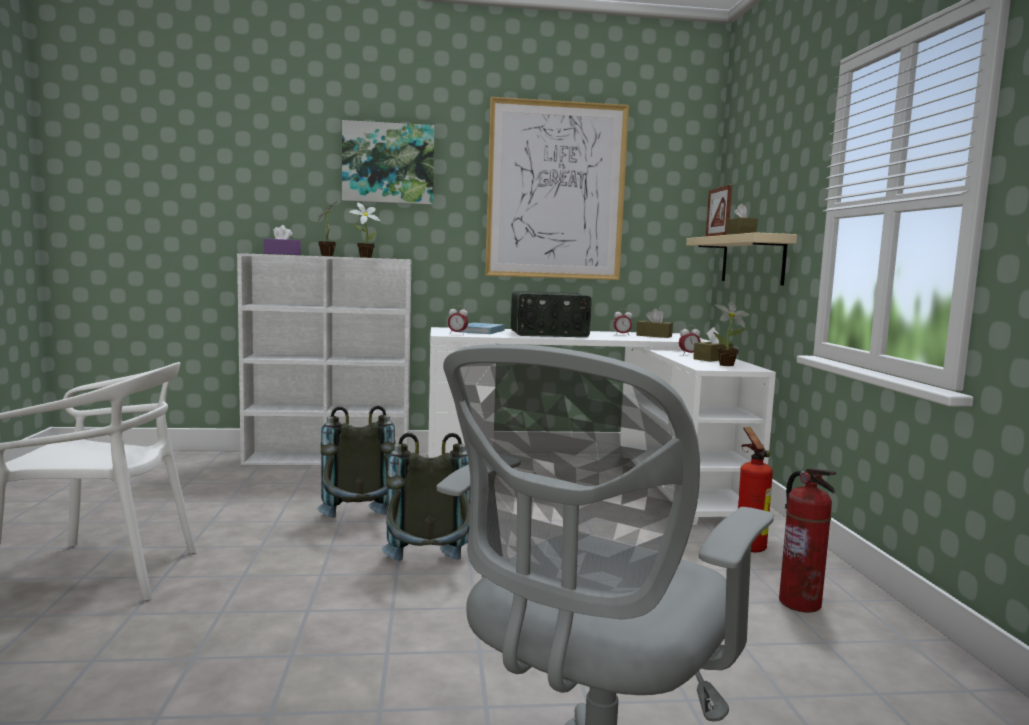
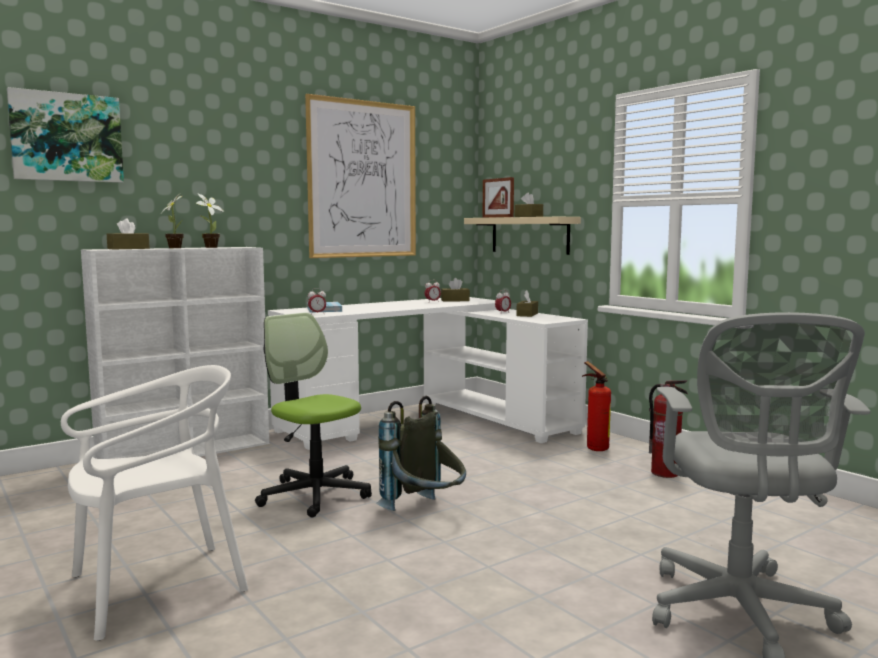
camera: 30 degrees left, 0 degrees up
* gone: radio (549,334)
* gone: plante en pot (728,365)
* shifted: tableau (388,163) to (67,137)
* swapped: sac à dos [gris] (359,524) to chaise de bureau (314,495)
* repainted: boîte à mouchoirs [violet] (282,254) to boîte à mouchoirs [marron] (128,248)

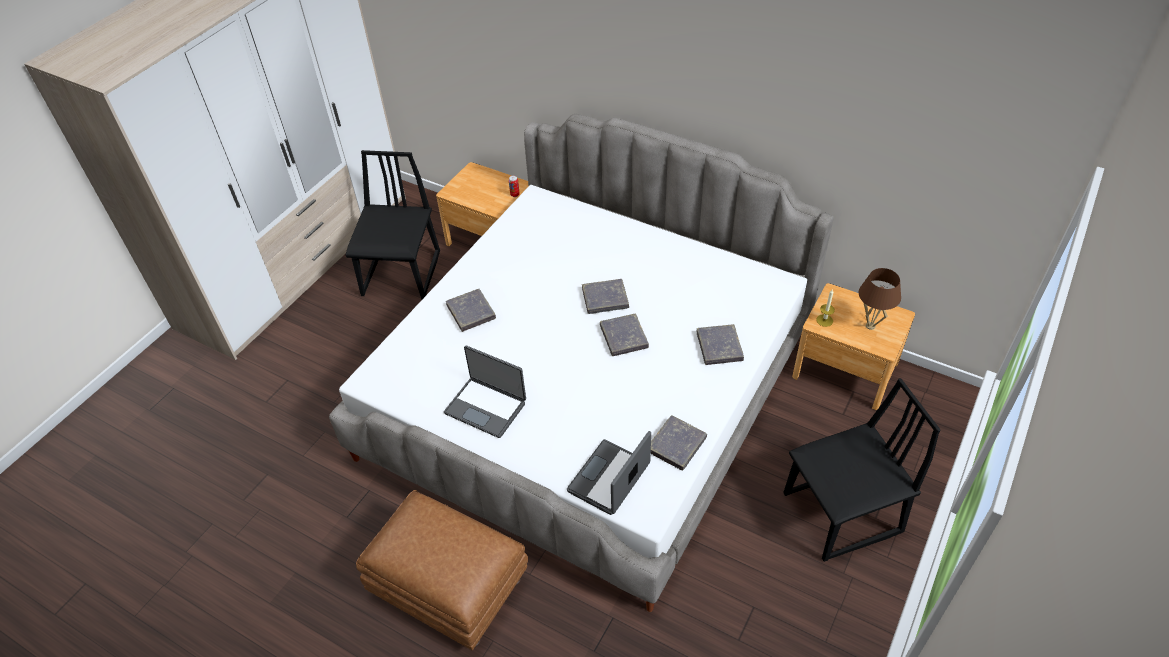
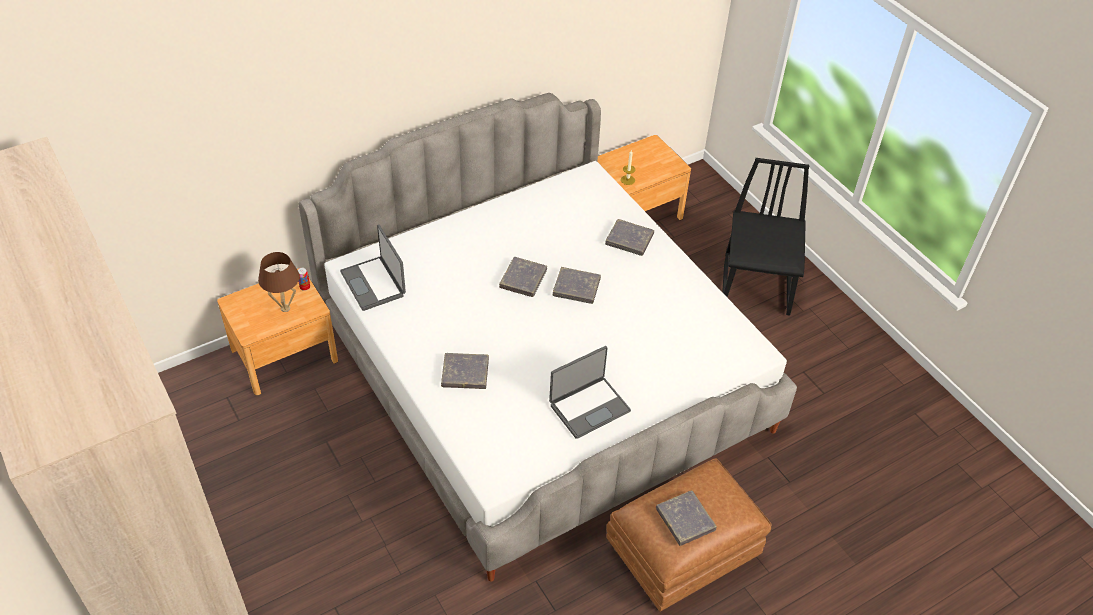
camera: 65 degrees left, 0 degrees up
* gone: chaise [noir] (402,274)
* shifted: ordinateur portable (610,479) to (374,284)
* shifted: livre [gris] (676,445) to (685,520)
* shifted: lampe de table [marron] (870,326) to (285,308)

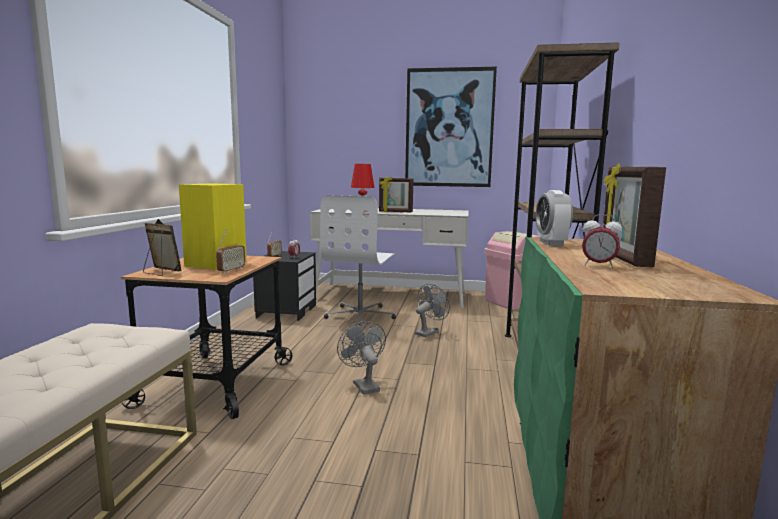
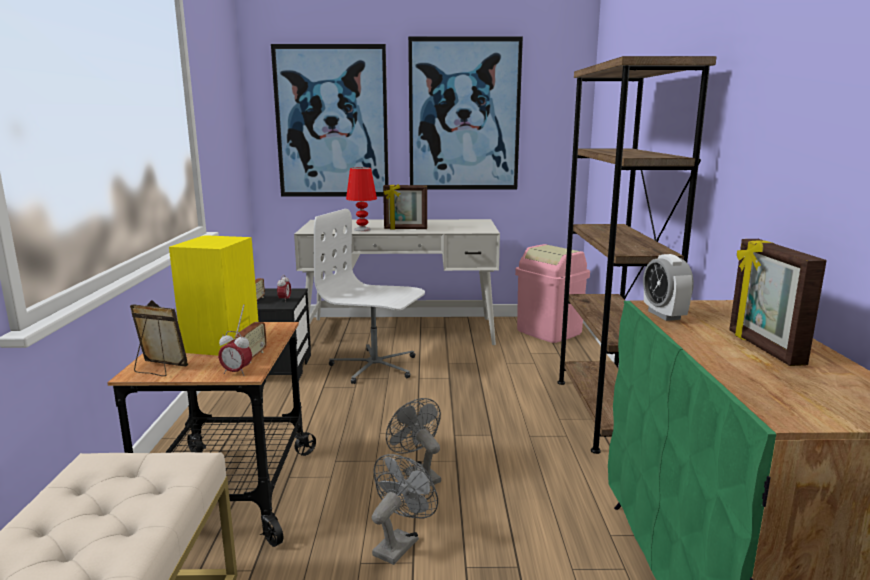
camera: 10 degrees left, 5 degrees up
* new: tableau (332,122)
* shifted: ventilateur [gris] (429,332) to (399,543)
* shifted: réveil (598,265) to (236,372)
* rotated: chaise de bureau [blanc] (361,315) = (374,366) 105 degrees clockwise

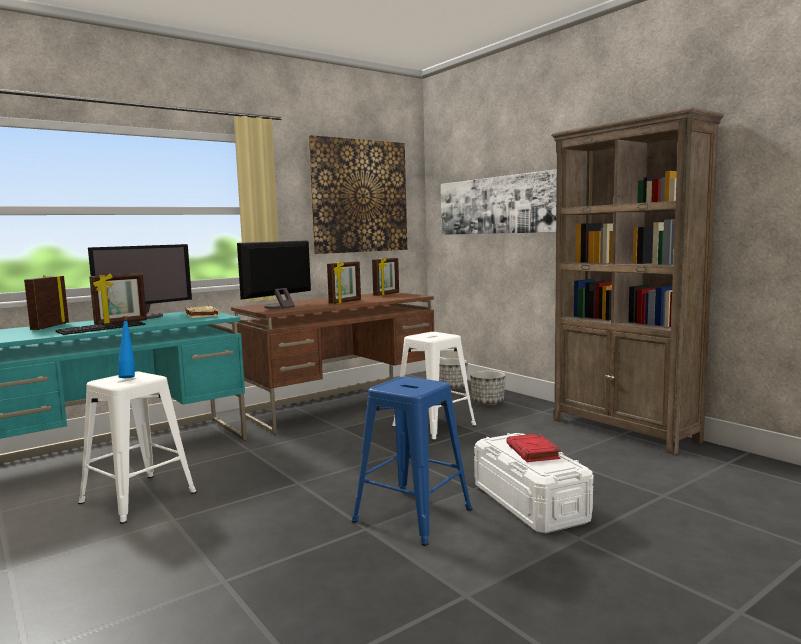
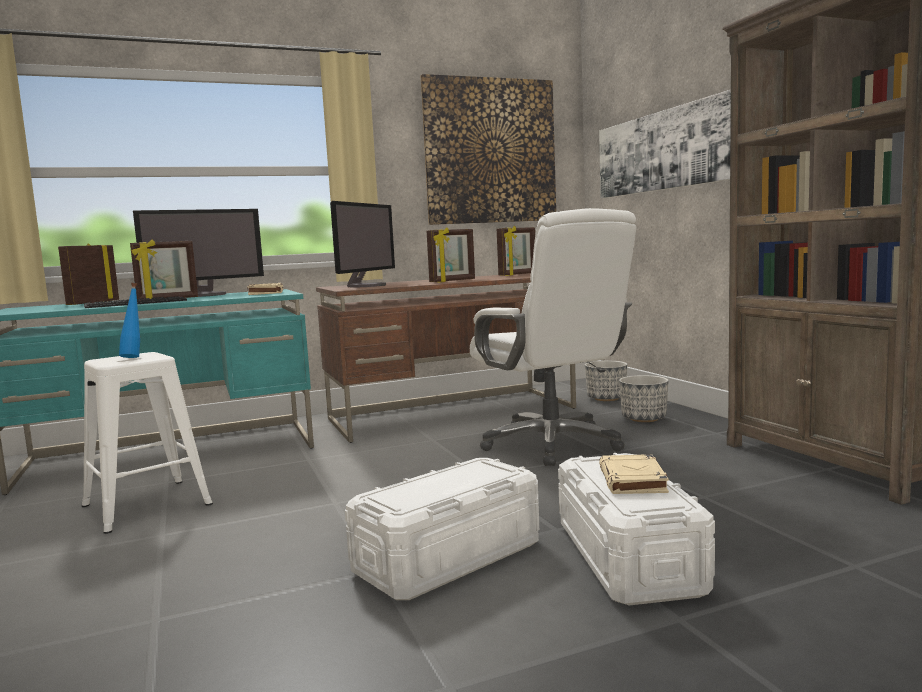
camera: 15 degrees right, 0 degrees up
* swapped: tabouret [bleu] (411,515) to boîte de rangement [blanc] (448,557)
* swapped: tabouret [blanc] (434,426) to chaise de bureau [blanc] (553,444)
* repainted: livre [rouge] (533,452) to livre [beige] (633,480)
* rotated: écran d'ordinateur (279,307) = (367,286) 150 degrees clockwise

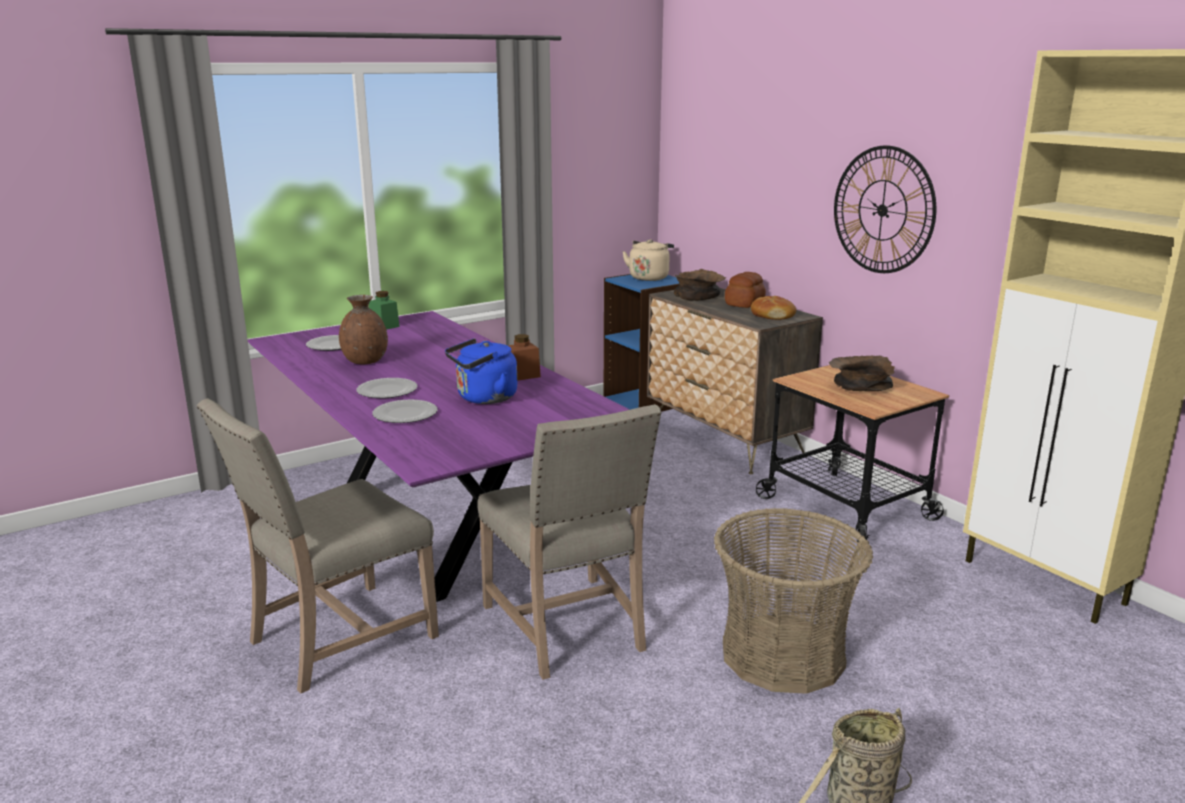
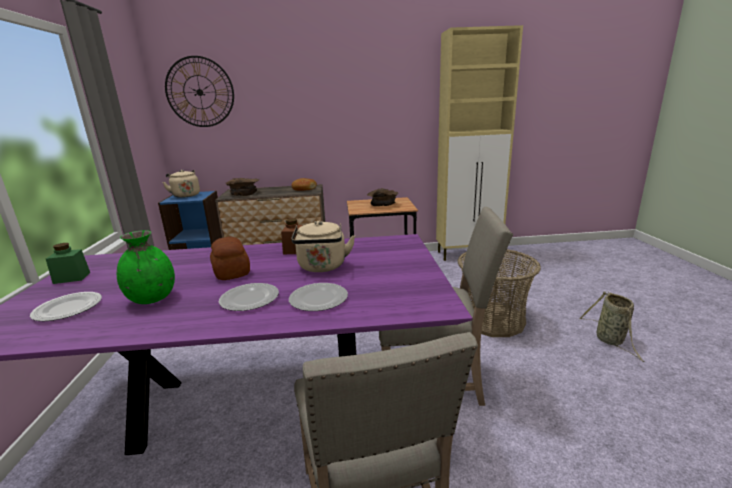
camera: 60 degrees left, 0 degrees up
* shifted: pain (745,303) to (232,271)
* shifted: horloge murale (882,210) to (200,92)
* repainted: vase [marron] (365,361) to vase [vert] (153,298)
* repainted: bouilloire [bleu] (483,398) to bouilloire [beige] (322,267)

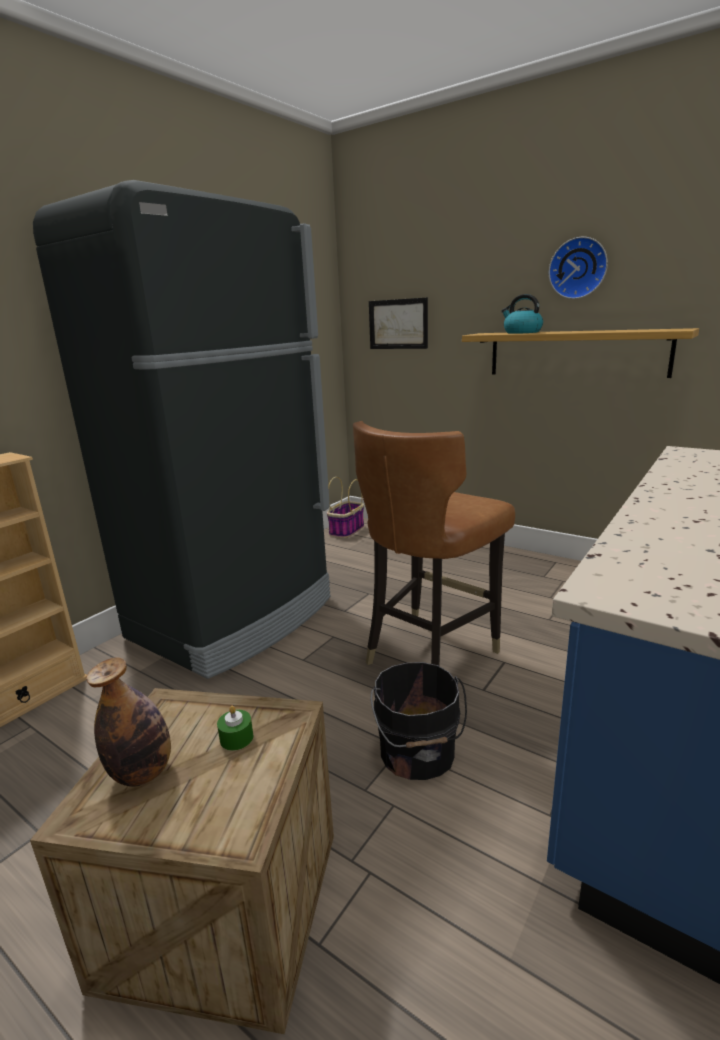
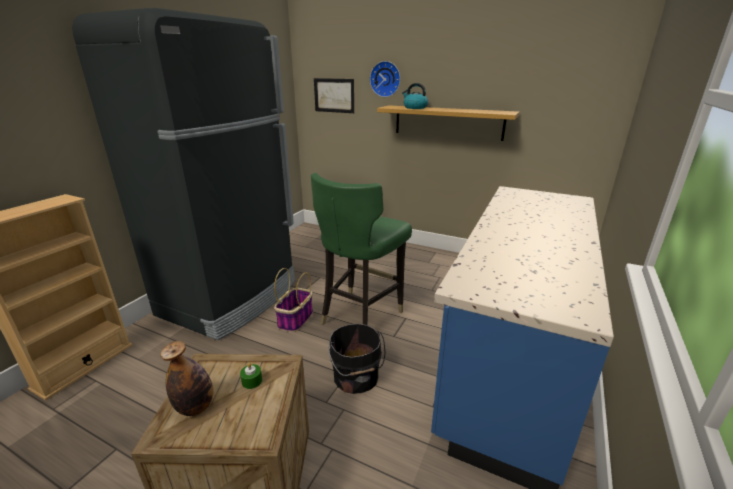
camera: 10 degrees left, 5 degrees up
* shifted: panier (346,531) to (295,320)
* shifted: horloge murale (578,268) to (386,79)
* repainted: chaise [marron] (430,653) to chaise [vert] (360,315)

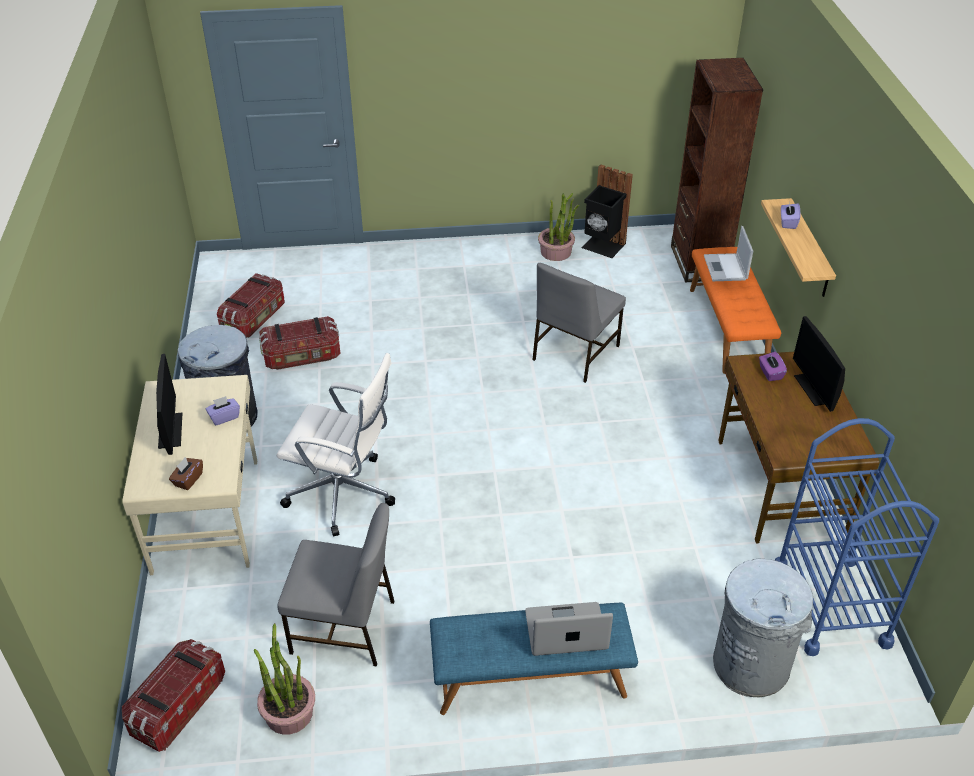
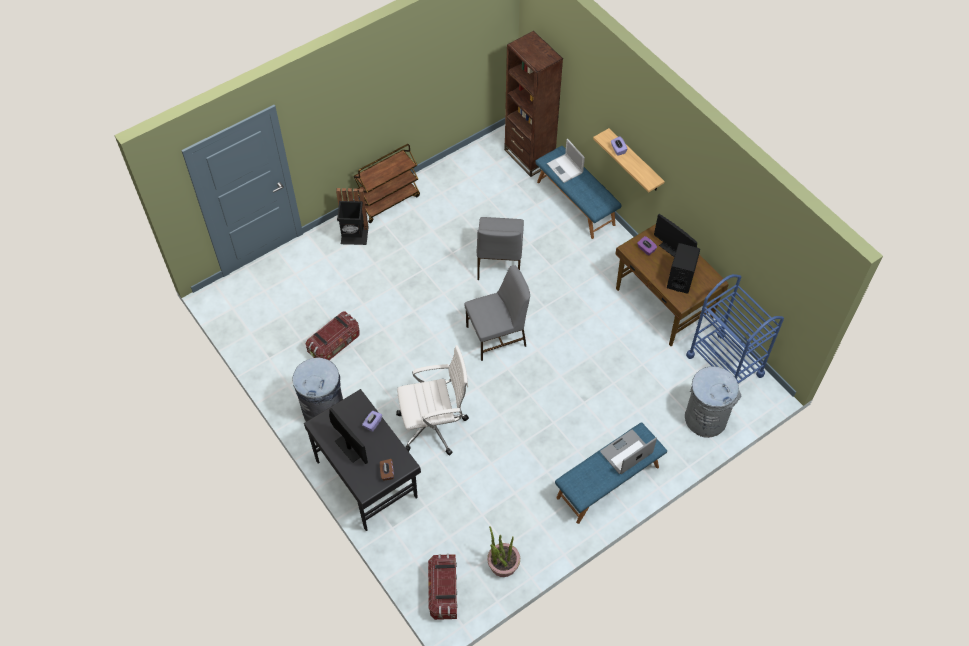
camera: 30 degrees left, 15 degrees up
* gone: boîte de rangement (255,319)
* gone: plante en pot (556,252)
* new: chariot [marron] (388,201)
* new: enceinte [noir] (680,279)
* shifted: chaise [gris] (345,628) to (497,336)
* shifted: poubelle [noir] (602,246) to (354,236)
* repainted: bureau [beige] (208,514) to bureau [noir] (367,478)
* repainted: banc [orange] (728,328) to banc [bleu] (576,203)

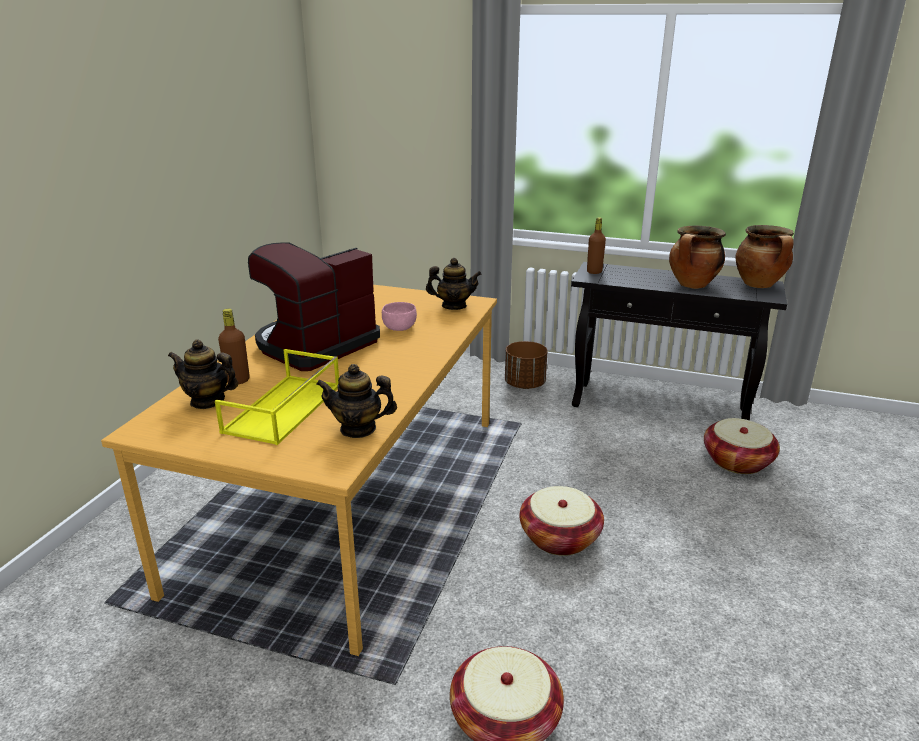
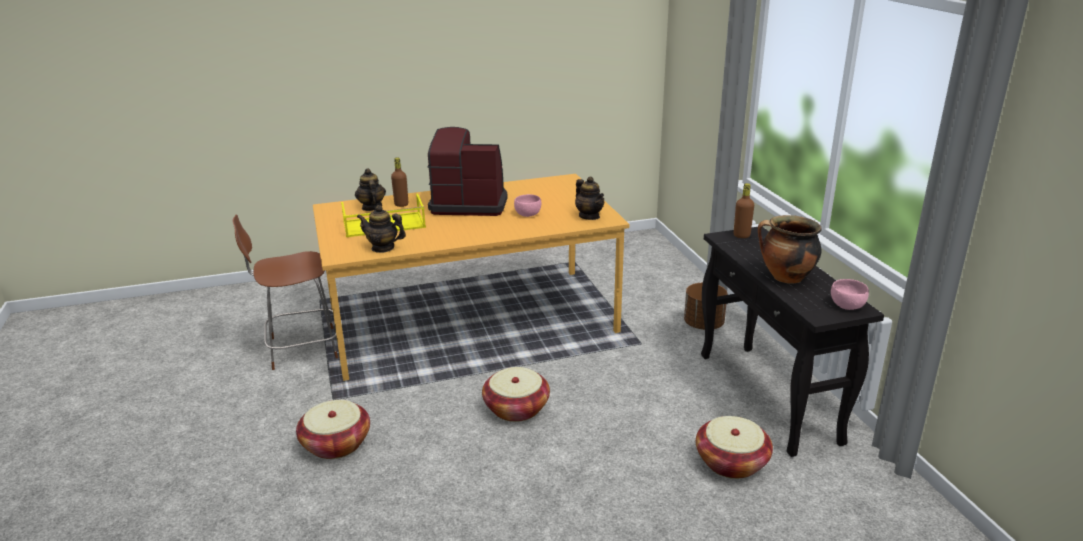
camera: 55 degrees right, 0 degrees up
* new: chaise [marron] (300,349)
* swapped: marmite (759,285) to bol [rose] (847,305)
* rotated: théière (358,429) = (383,248) 45 degrees counterclockwise

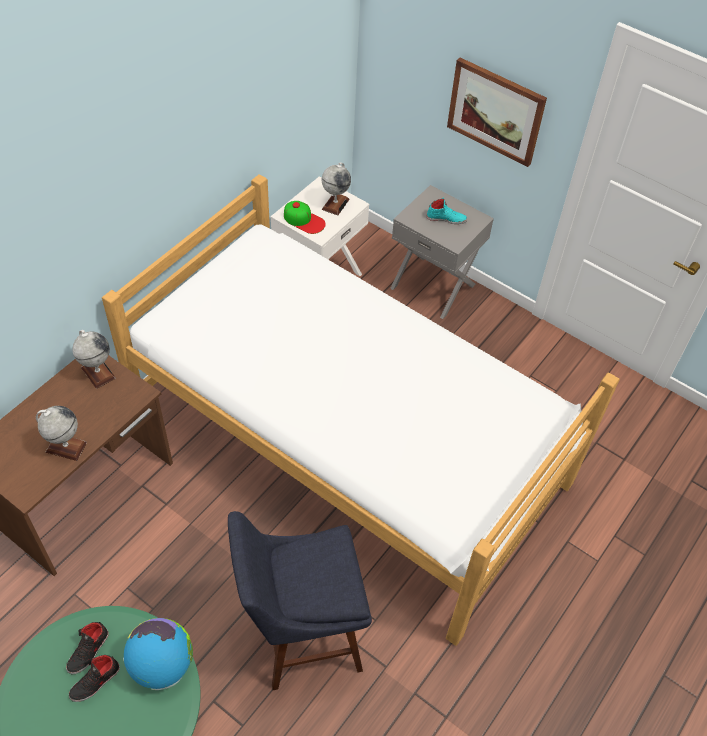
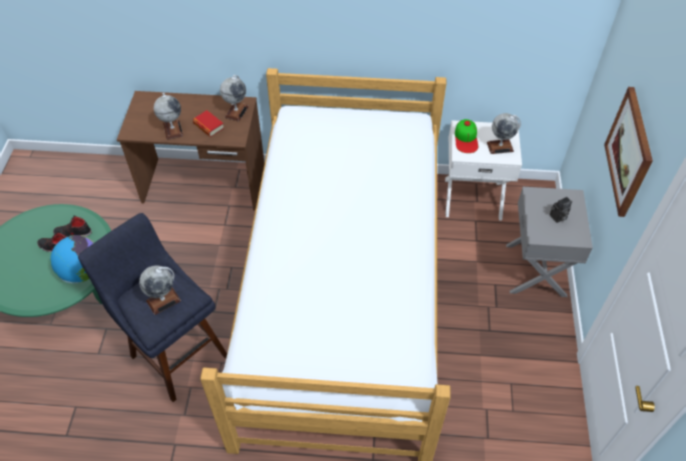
camera: 60 degrees right, 0 degrees up
* new: globe (163,300)
* new: livre (208,126)
* swapped: chaussure [turquoise] (446,218) to appareil photo (557,217)

